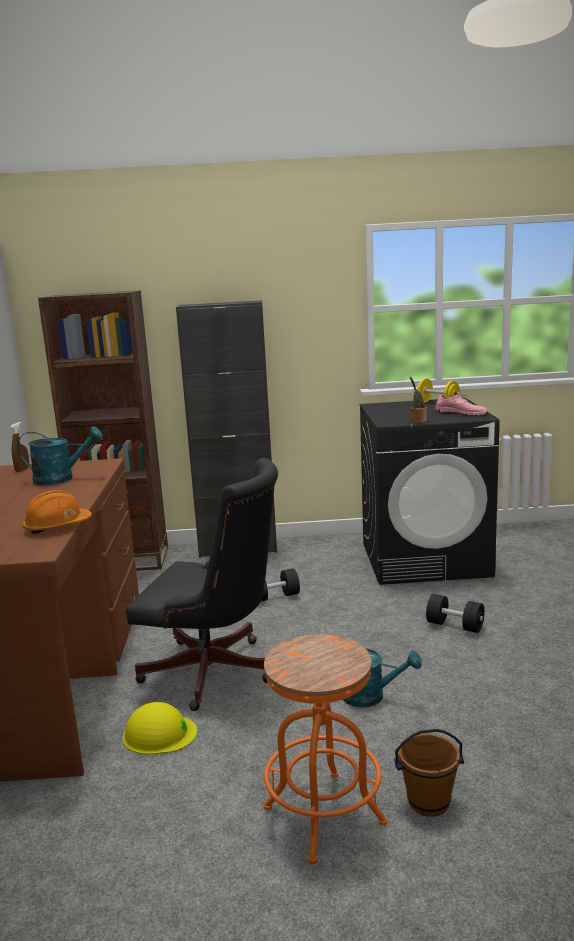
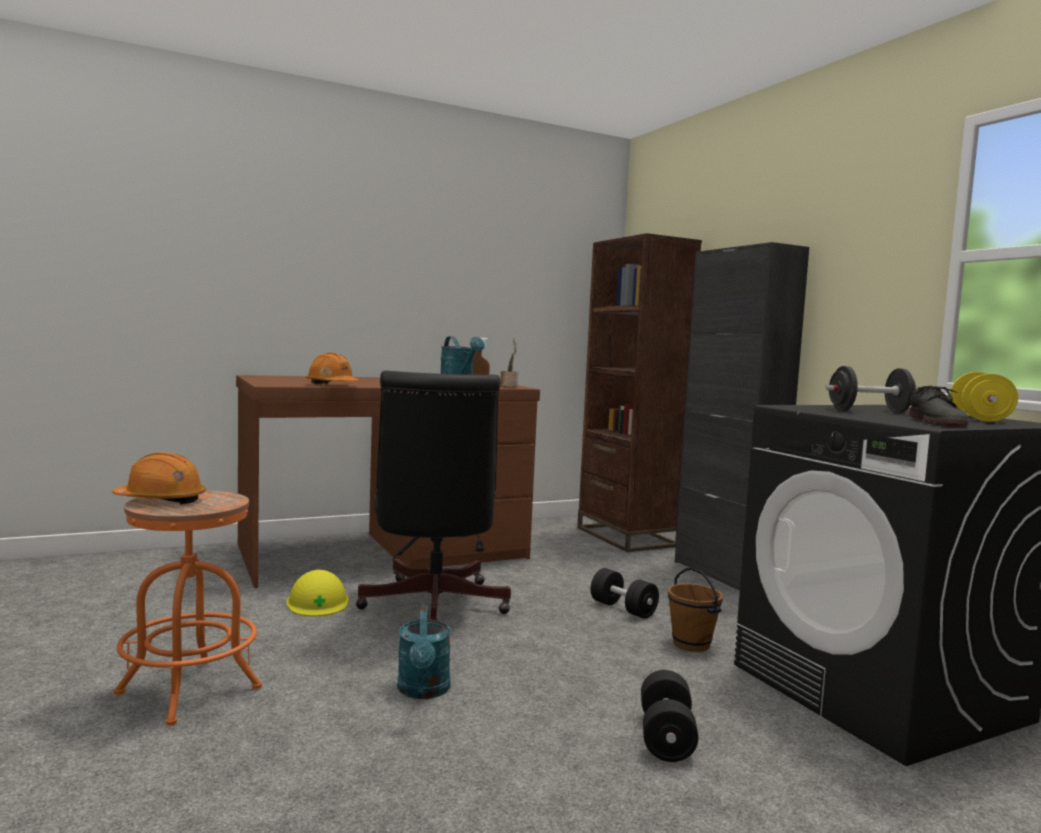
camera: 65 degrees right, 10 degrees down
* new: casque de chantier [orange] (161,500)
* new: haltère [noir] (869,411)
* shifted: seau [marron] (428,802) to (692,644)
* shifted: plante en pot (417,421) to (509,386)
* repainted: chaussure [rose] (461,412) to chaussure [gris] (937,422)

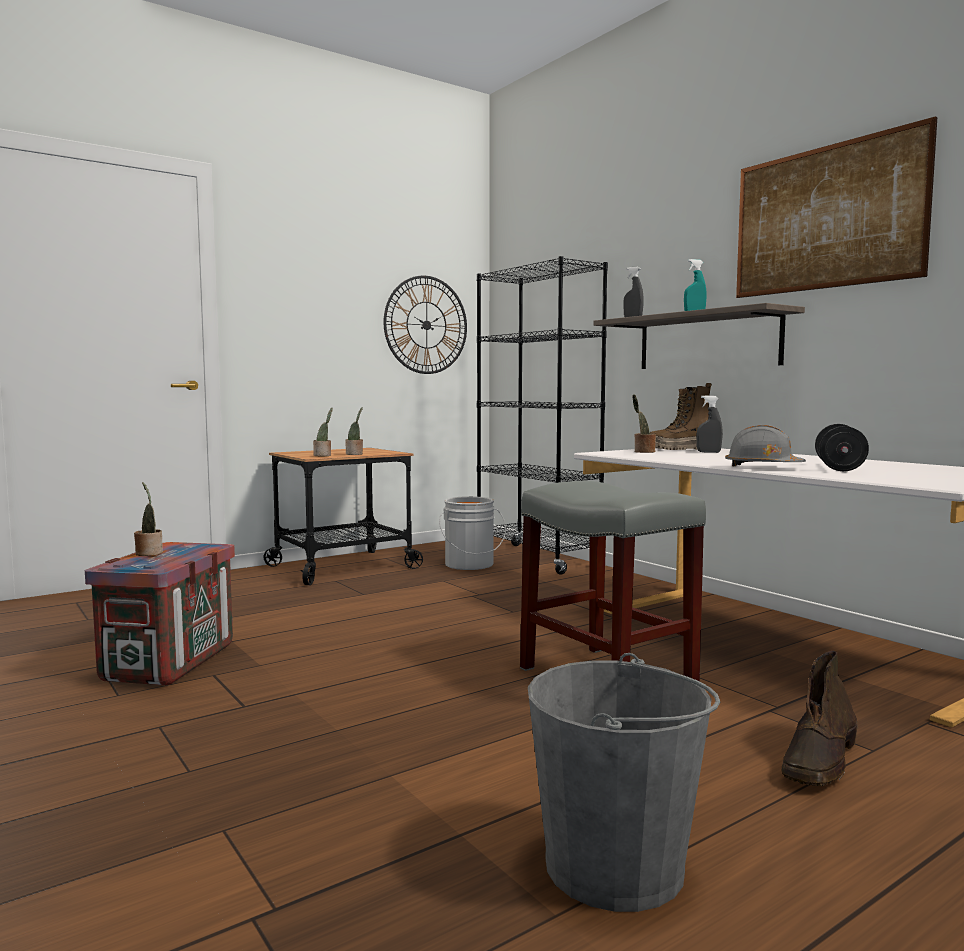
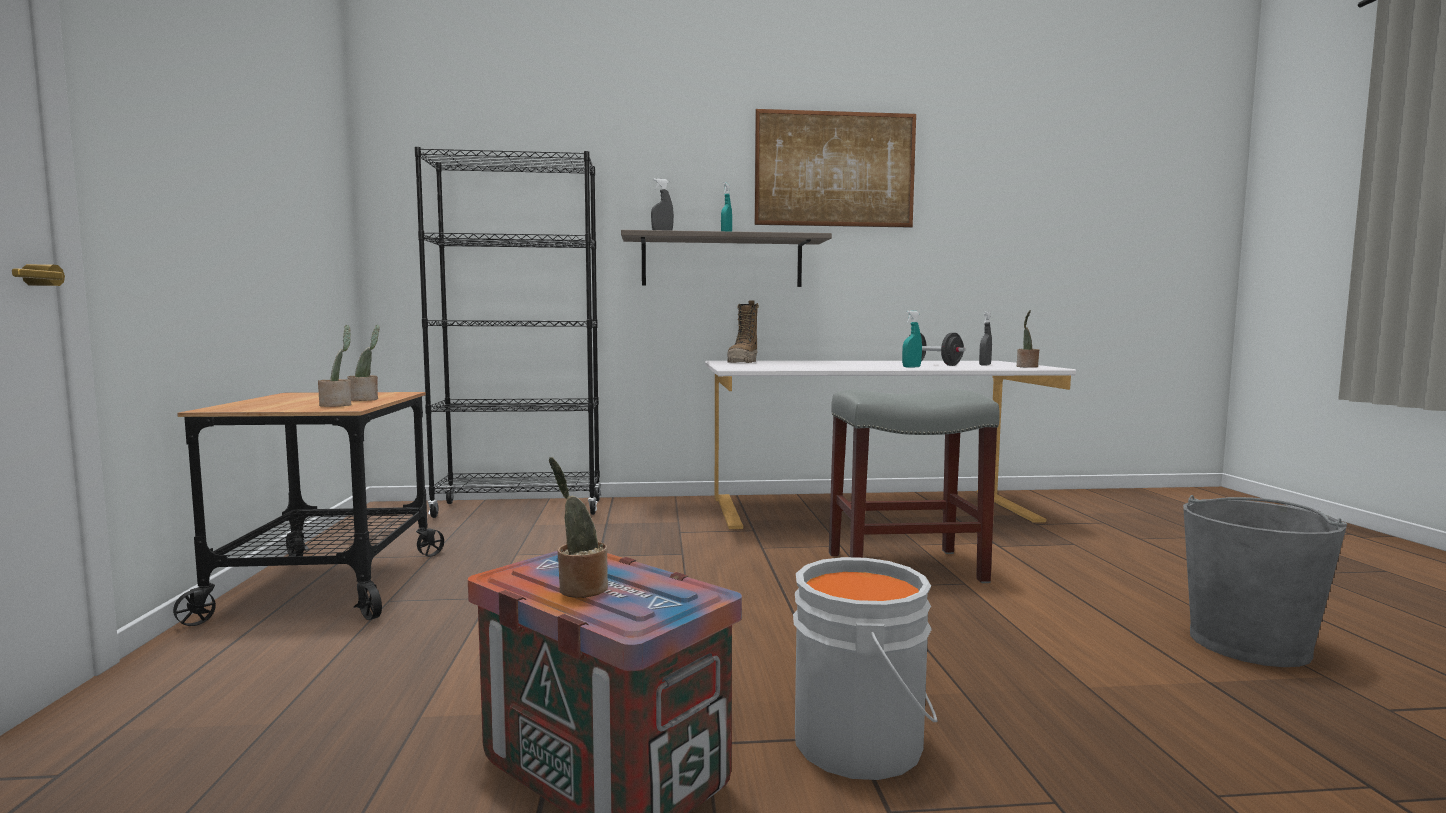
camera: 60 degrees left, 0 degrees up
* gone: horloge murale (426,325)
* gone: botte [marron] (819,761)
* shifted: seau [gris] (470,565) to (865,743)
* shifted: plante en pot (643,452) to (1027,367)
* shifted: vaporisateur [gris] (708,452) to (985,365)
* swapped: casque de chantier [gris] (762,467) to vaporisateur [turquoise] (911,367)

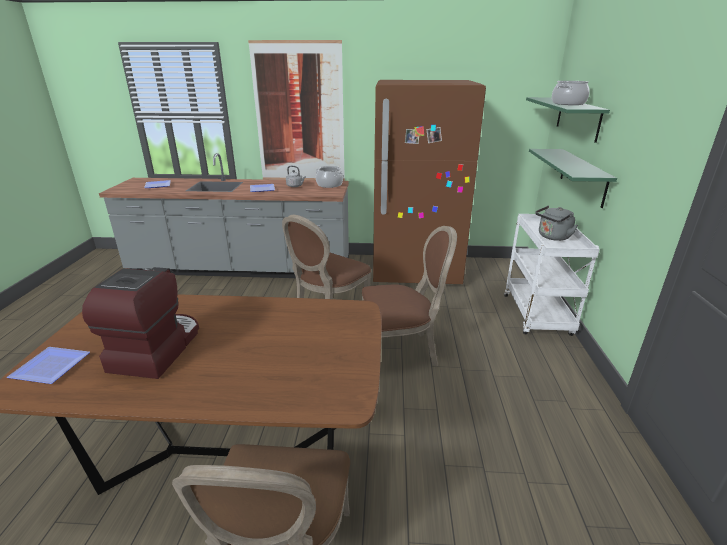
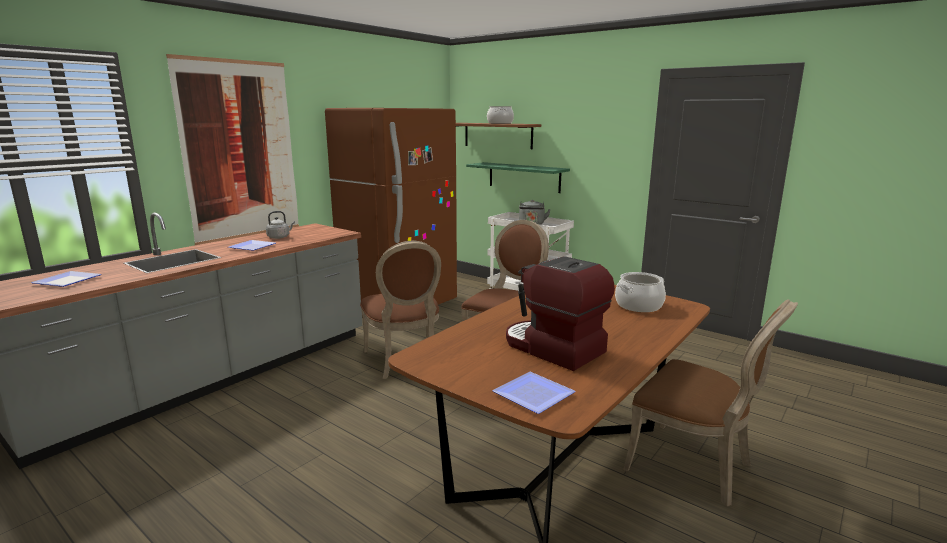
camera: 55 degrees left, 10 degrees down
* shifted: marmite (329,185) to (638,305)
* repainted: étagère [vert] (578,118) to étagère [marron] (498,135)

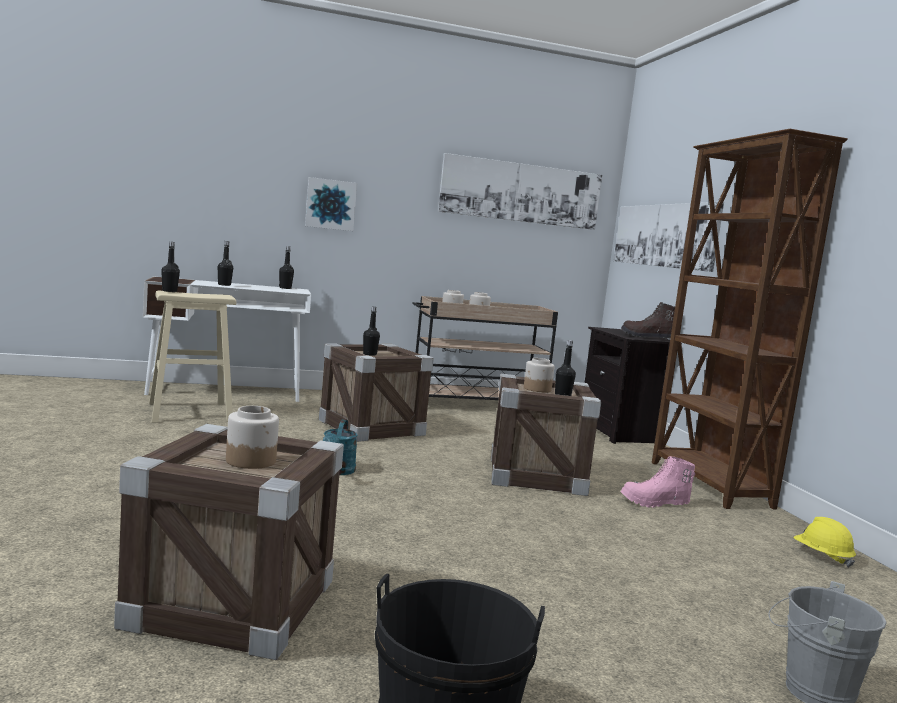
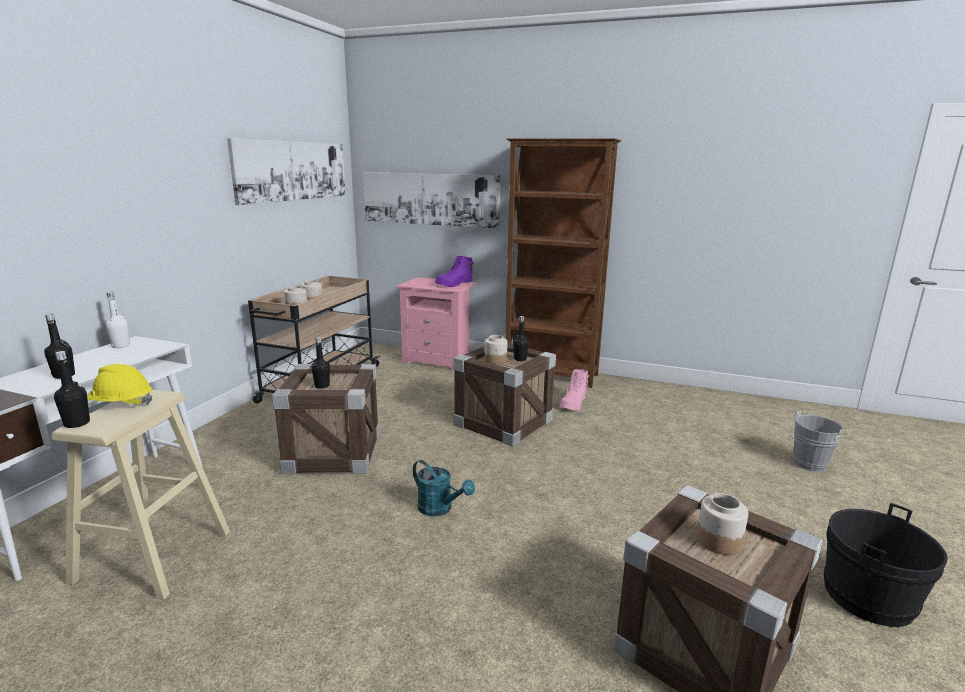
camera: 55 degrees left, 10 degrees up
* gone: tableau (330,204)
* shifted: casque de chantier [jaune] (822,556) to (121,404)
* repainted: bouteille [noir] (285,288) to bouteille [blanc] (121,346)
* repainted: table de chevet [noir] (619,433) to table de chevet [rose] (439,360)
* repainted: botte [marron] (647,337) to botte [violet] (454,284)

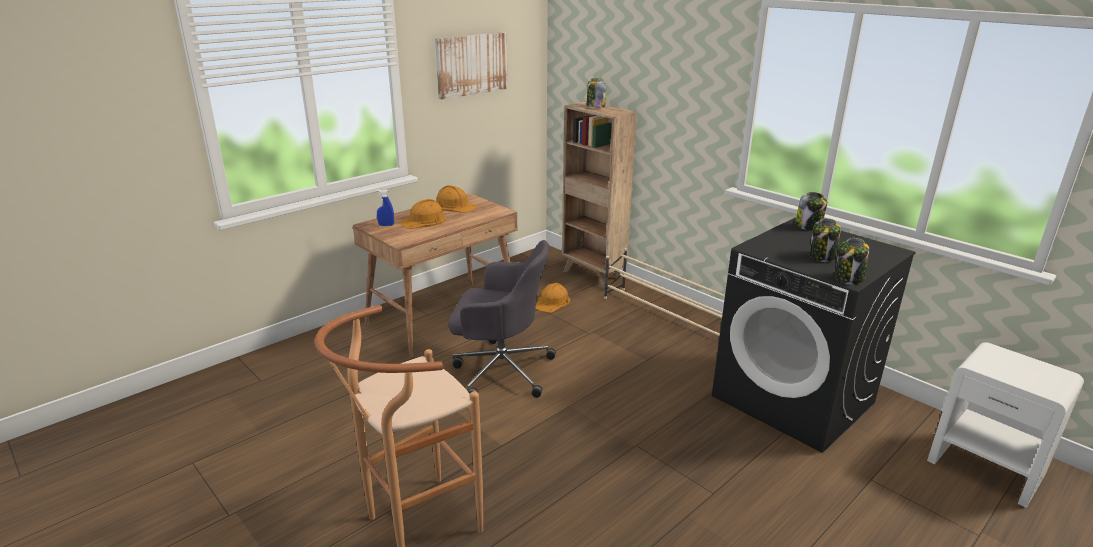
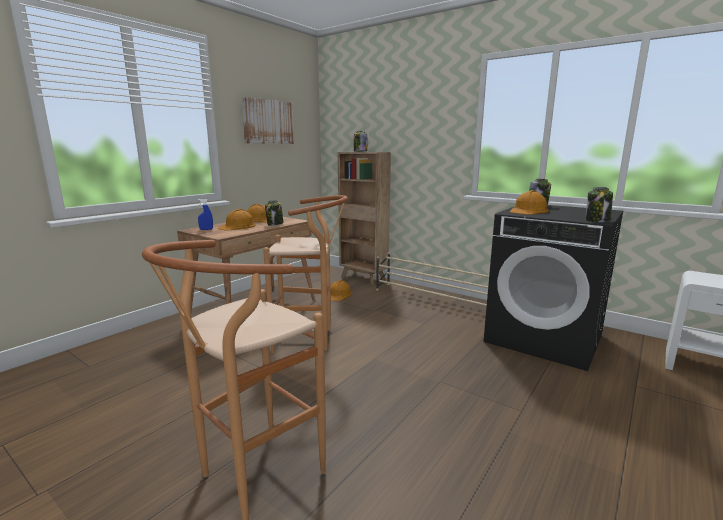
camera: 10 degrees left, 10 degrees down
* new: casque de chantier [orange] (528,211)
* shifted: bocal (822,257) to (275,224)
* swapped: chaise de bureau [gris] (501,370) to tabouret [marron] (309,339)

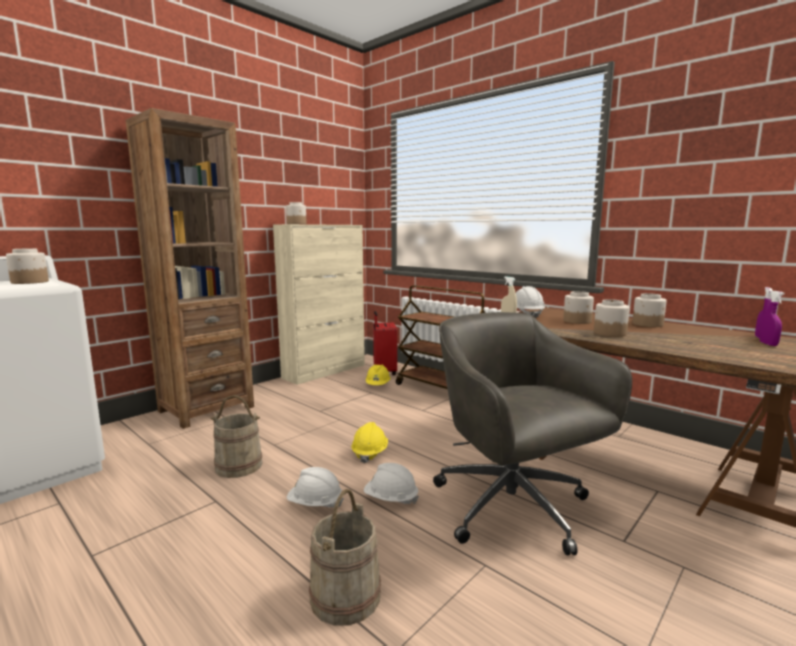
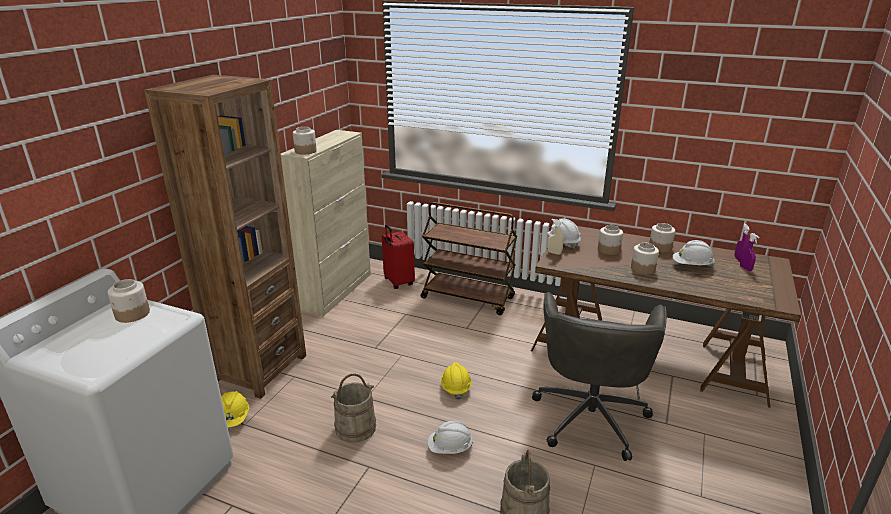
camera: 20 degrees left, 15 degrees up
* shifted: casque de chantier [blanc] (391,499) to (692,266)
* shifted: casque de chantier [jaune] (378,385) to (233,418)
* rotated: chaise de bureau [gris] (514,509) = (590,415) 120 degrees counterclockwise

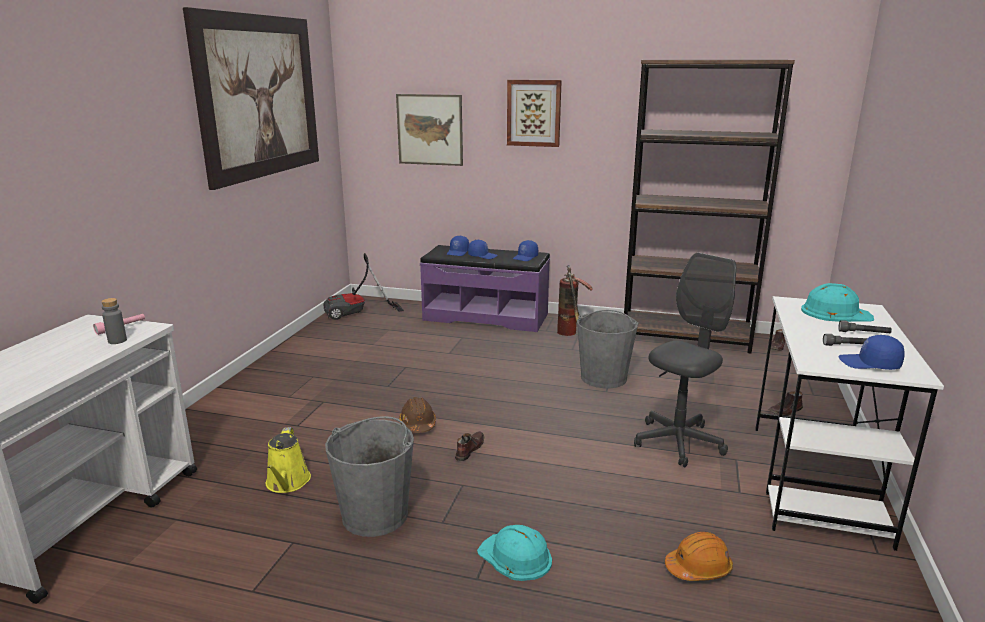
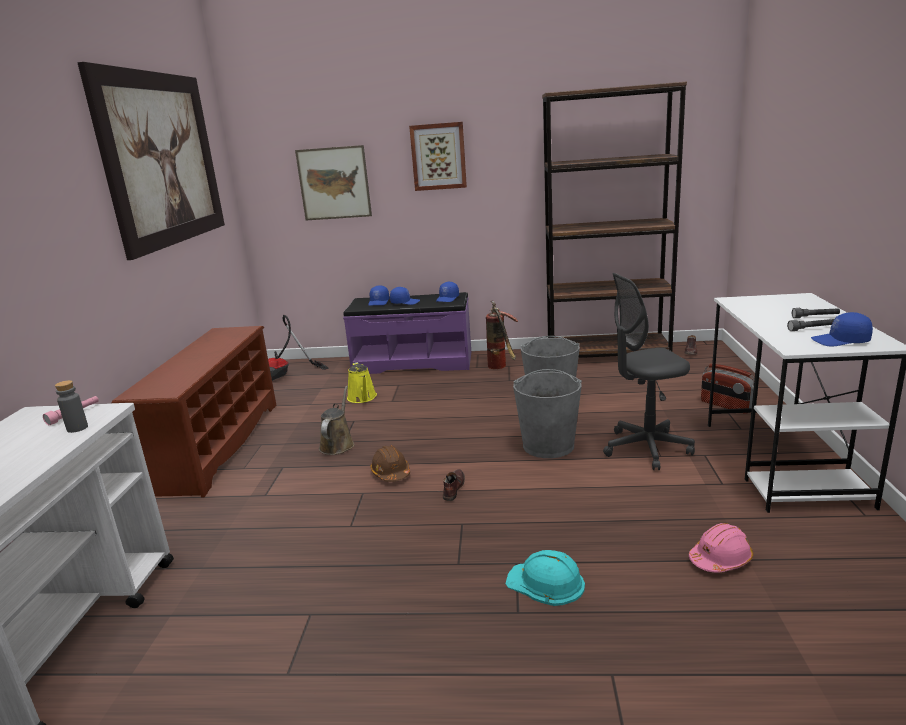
camera: 10 degrees left, 0 degrees up
* gone: casque de chantier [turquoise] (835,313)
* new: étagère à chaussures [marron] (217,445)
* new: arrosoir [marron] (338,444)
* shifted: arrosoir [jaune] (287,483) to (362,398)
* shifted: seau [gris] (375,515) to (548,445)
* swapped: chaussure [marron] (785,411) to radio (726,405)
* repainted: casque de chantier [orange] (698,568) to casque de chantier [rose] (720,559)
* rotated: chaise de bureau [gris] (678,442) = (646,448) 135 degrees counterclockwise

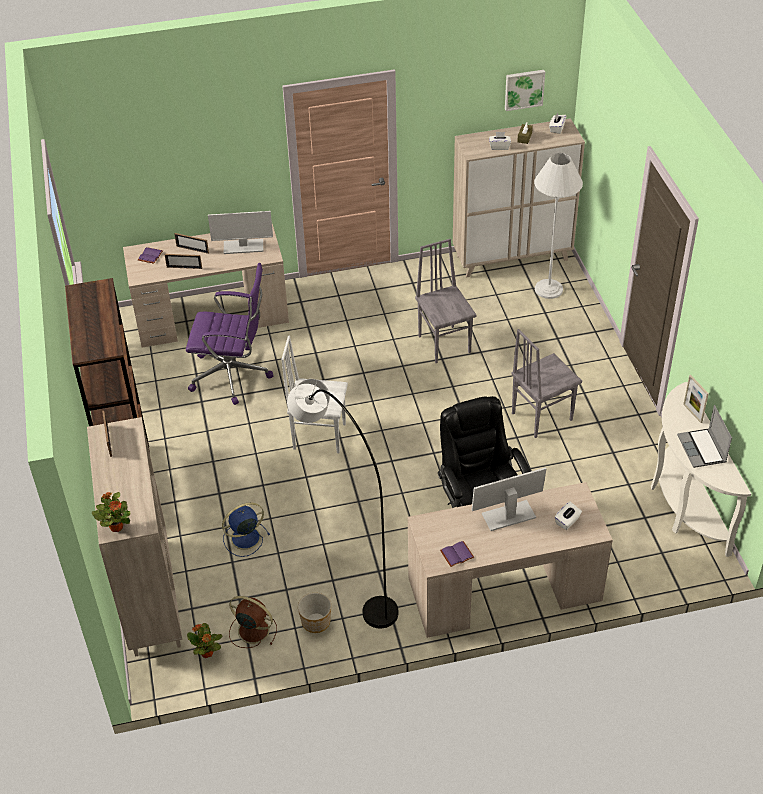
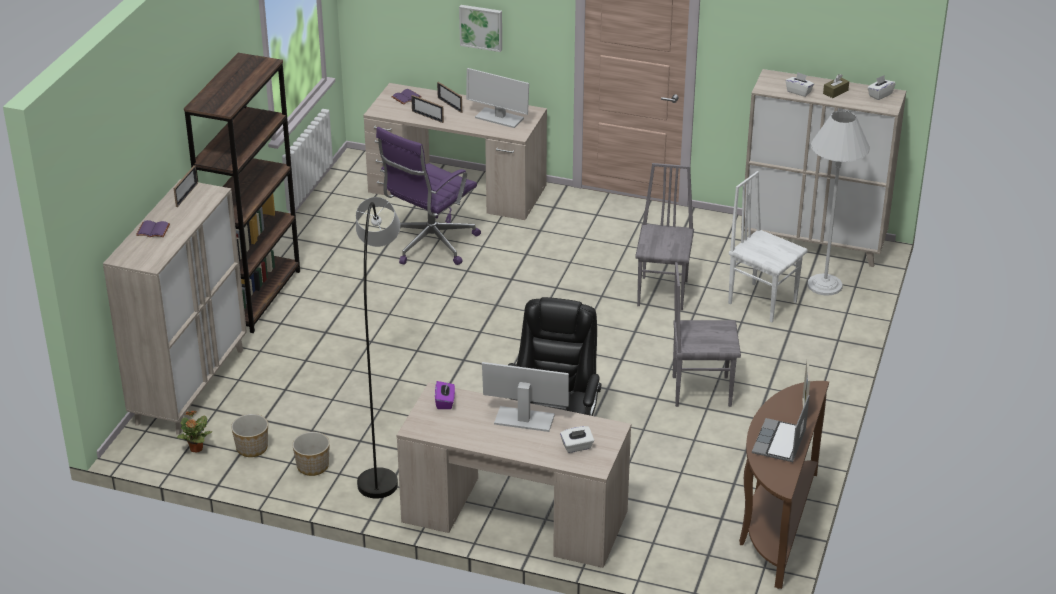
camera: 30 degrees right, 10 degrees down
* gone: plante en pot (116,526)
* gone: ventilateur [bleu] (244,538)
* new: boîte à mouchoirs [violet] (445,402)
* shifted: chaise [blanc] (319,435) to (762,301)
* shifted: livre [violet] (457,554) to (154,230)
* shifted: tableau (524,89) to (481,27)
* swapped: ventilateur [marron] (252,630) to cache-pot (251,448)
* repainted: table console [blanc] (683,504) to table console [marron] (775,525)
* rotated: chaise de bureau [violet] (233,375) = (429,244) 90 degrees clockwise

